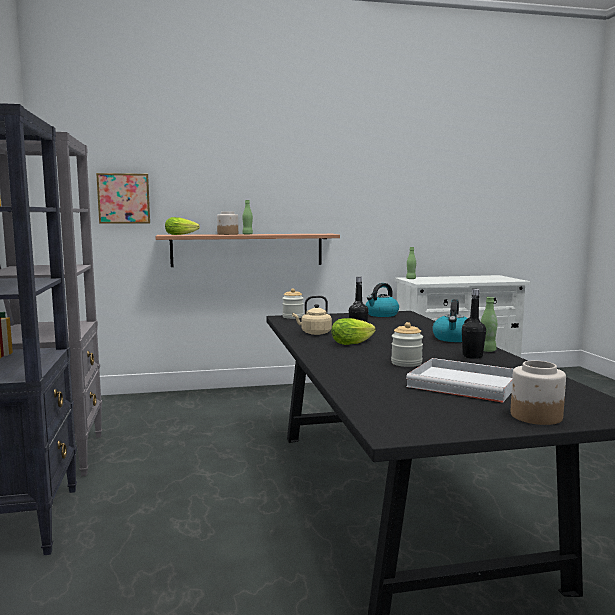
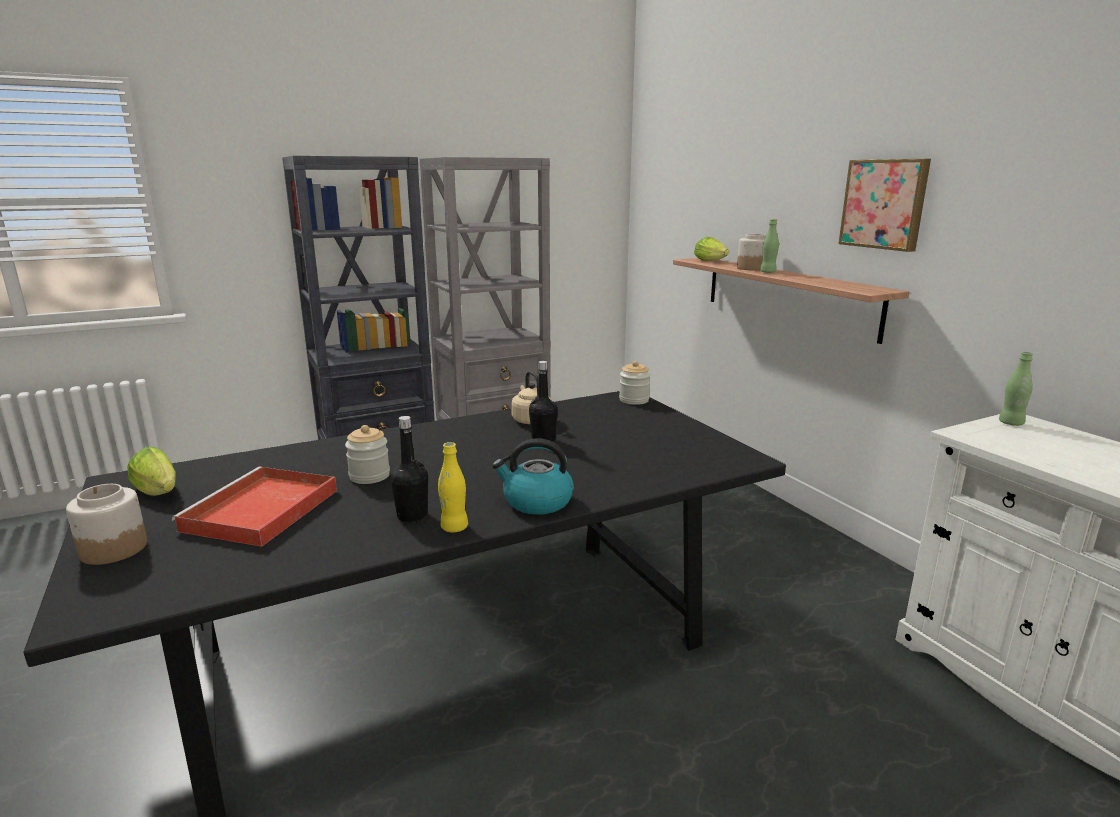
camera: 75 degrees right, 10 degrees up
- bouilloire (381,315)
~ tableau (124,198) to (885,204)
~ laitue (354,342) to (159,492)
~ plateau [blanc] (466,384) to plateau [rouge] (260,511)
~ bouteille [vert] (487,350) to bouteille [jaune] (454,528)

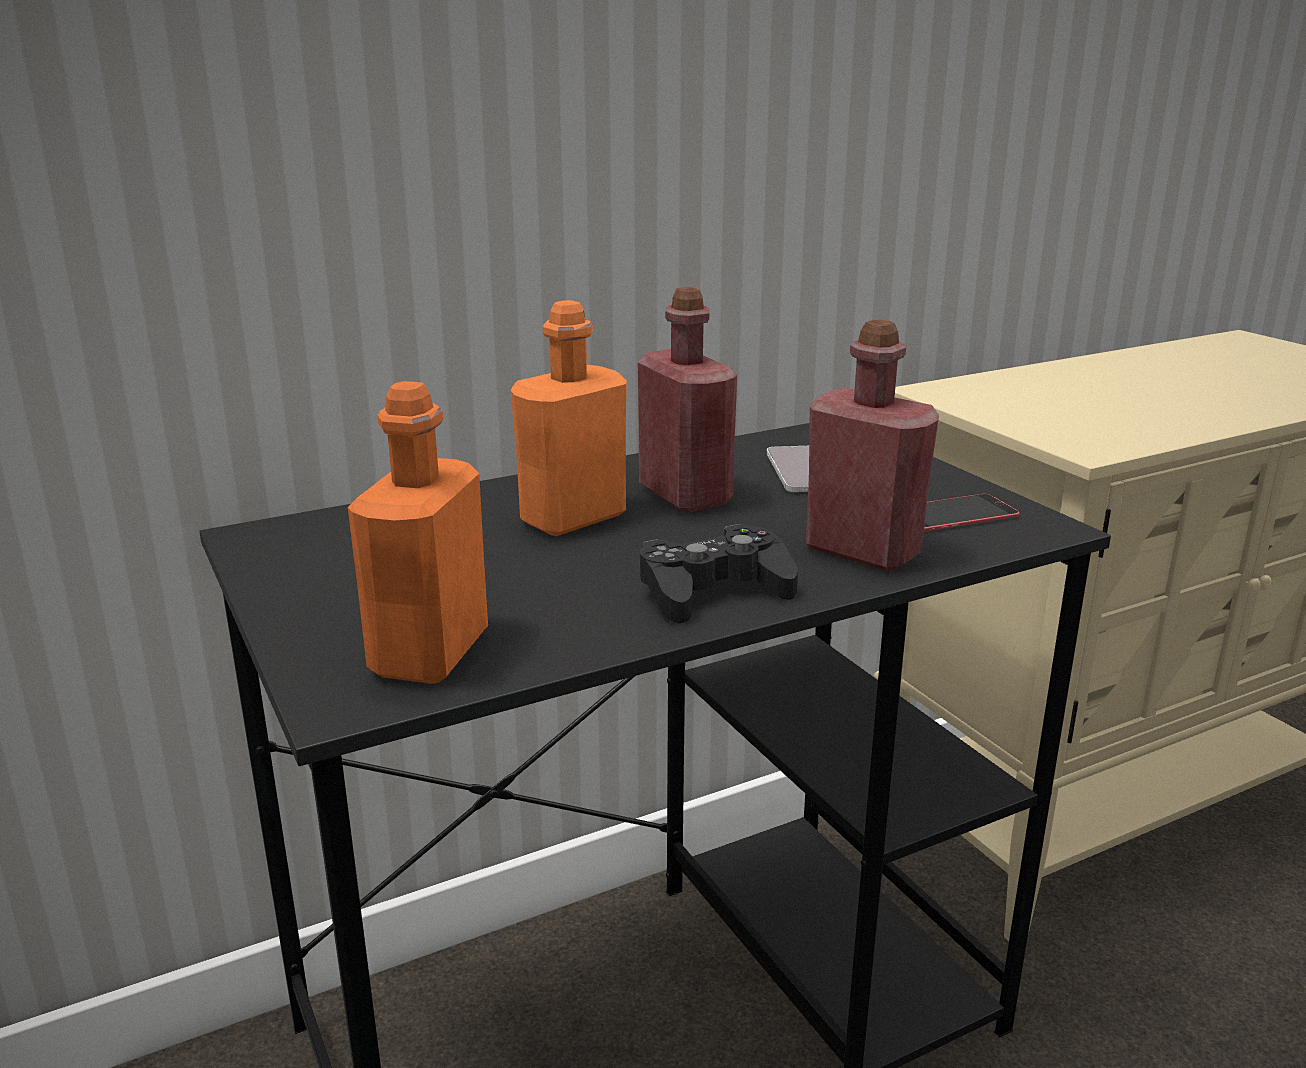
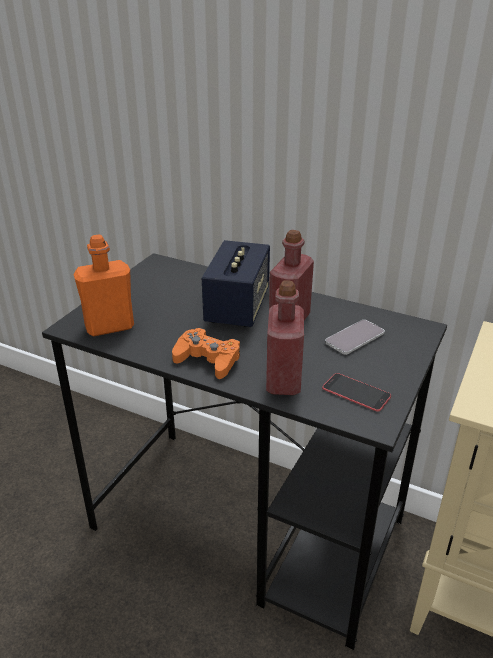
camera: 55 degrees right, 10 degrees up
~ bouteille [orange] (573,518) to enceinte (237,307)
~ manette [noir] (713,590) to manette [orange] (208,359)

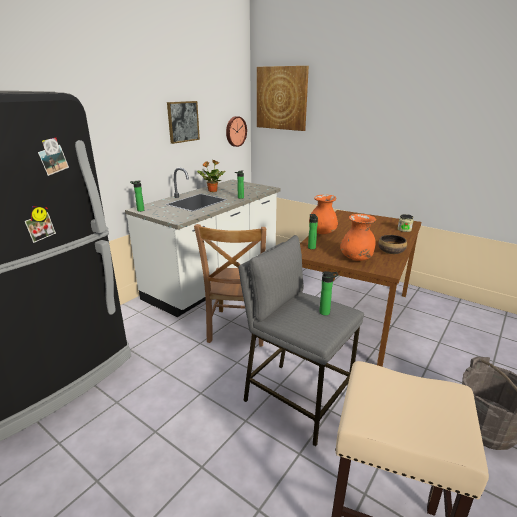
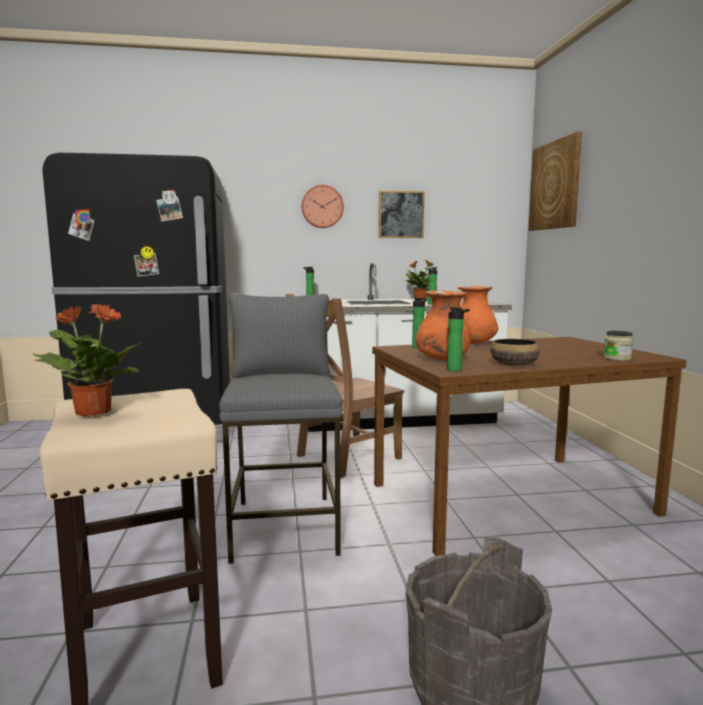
camera: 45 degrees right, 15 degrees down
+ plante en pot (92,412)
~ horloge murale (235,131) to (322,206)
~ bouteille (326,312) to (456,370)

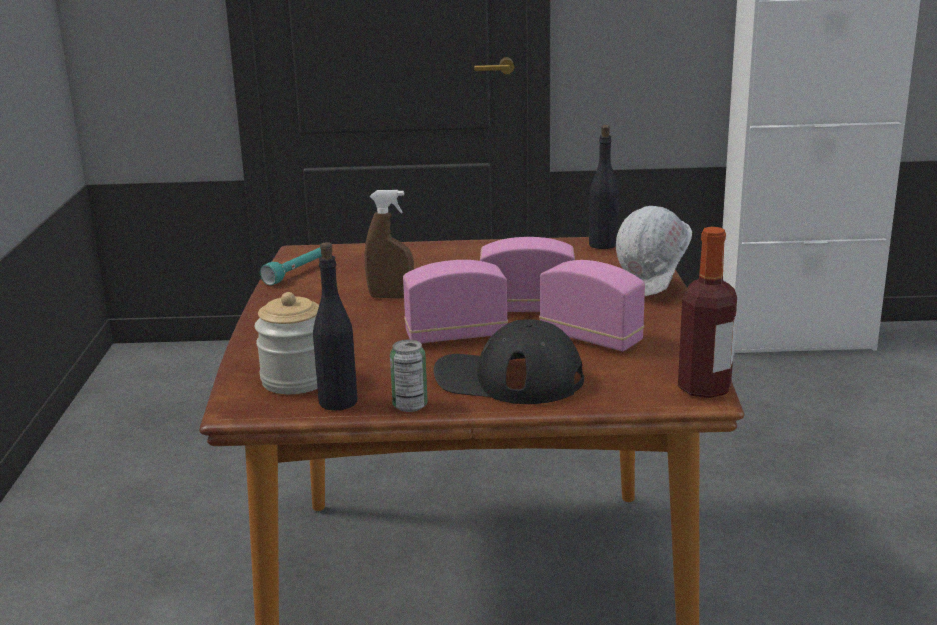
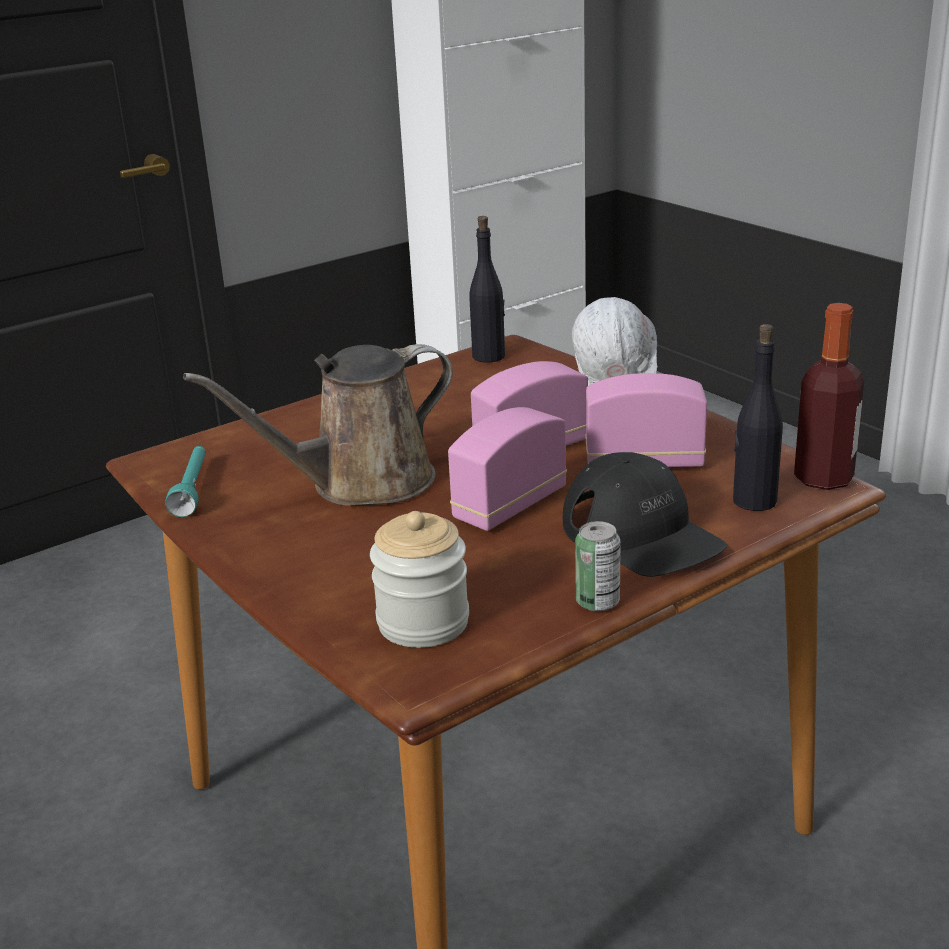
camera: 35 degrees left, 5 degrees up
~ bouteille [noir] (337,402) to (753,501)
~ vaporisateur [marron] (391,297) to arrosoir [marron] (361,483)
~ casquette [noir] (508,379) = (642,534) 105 degrees counterclockwise

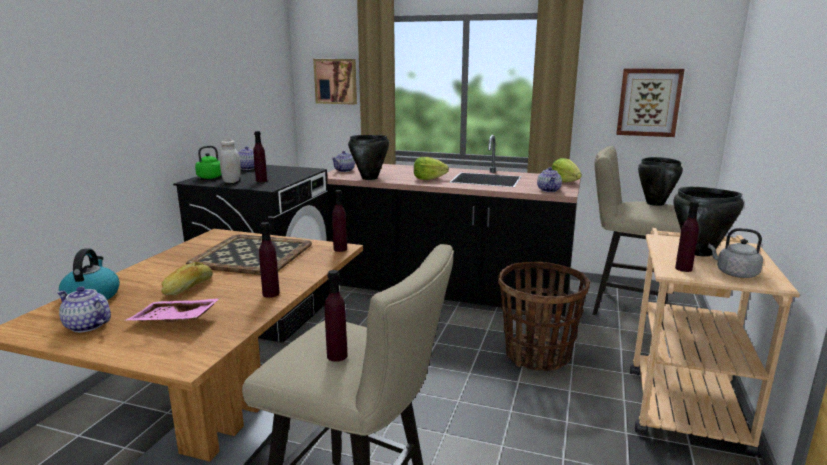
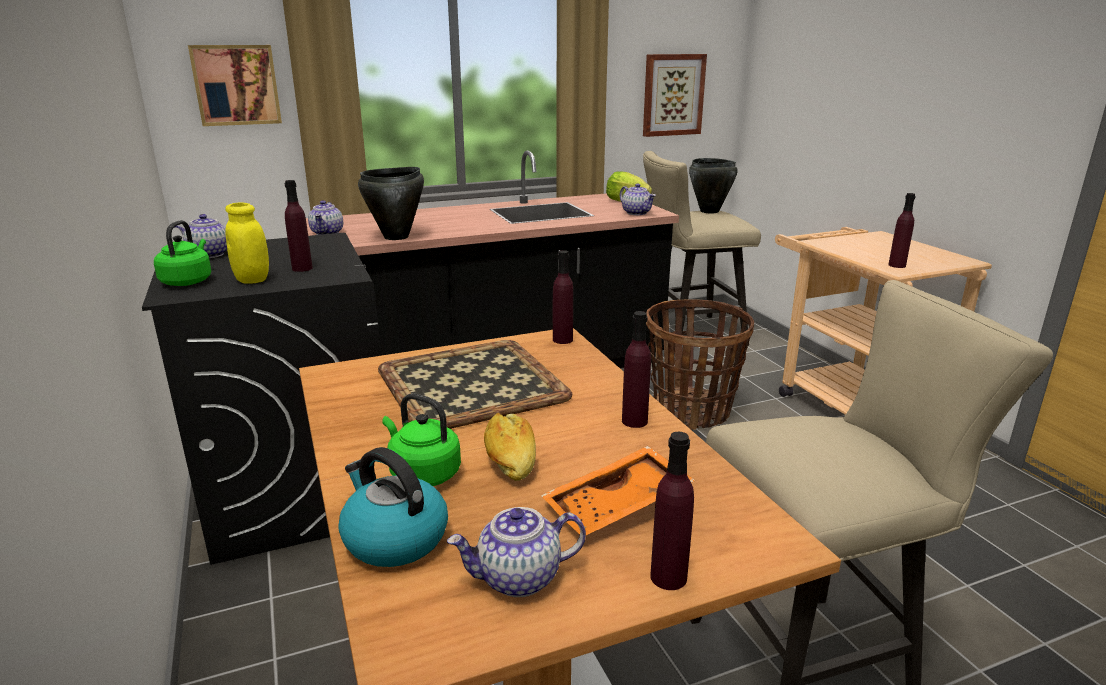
camera: 40 degrees left, 5 degrees up
- laitue (428,179)
- marmite [noir] (699,252)
- bouilloire [gris] (734,273)
+ bouilloire [vert] (422,474)
~ bouteille [violet] (337,356) to (668,577)
~ plateau [rose] (174,321) to plateau [orange] (618,506)
~ bocal [blanc] (232,181) to bocal [jaune] (252,280)

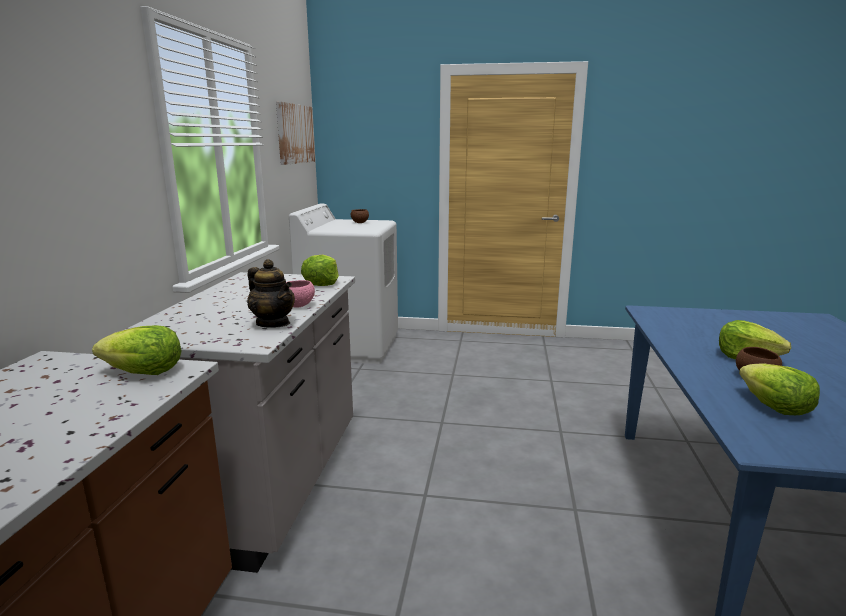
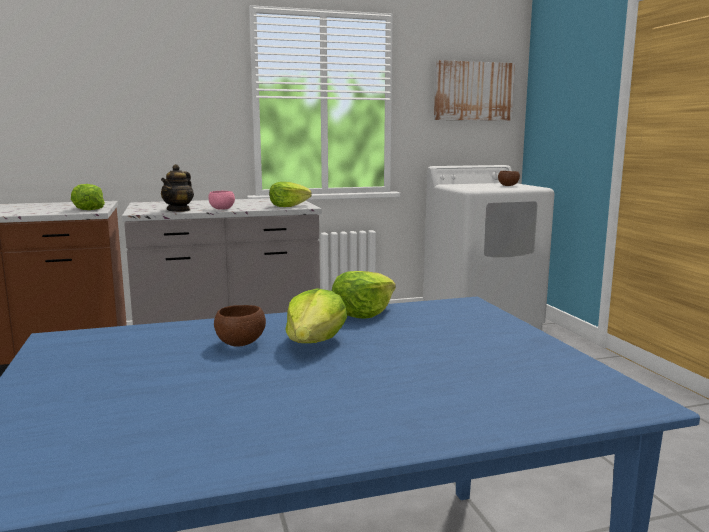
camera: 65 degrees right, 5 degrees down
~ laitue (774,406) to (363,313)

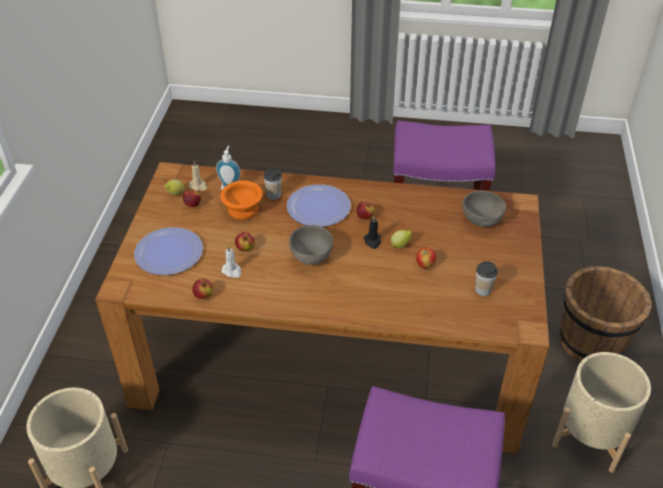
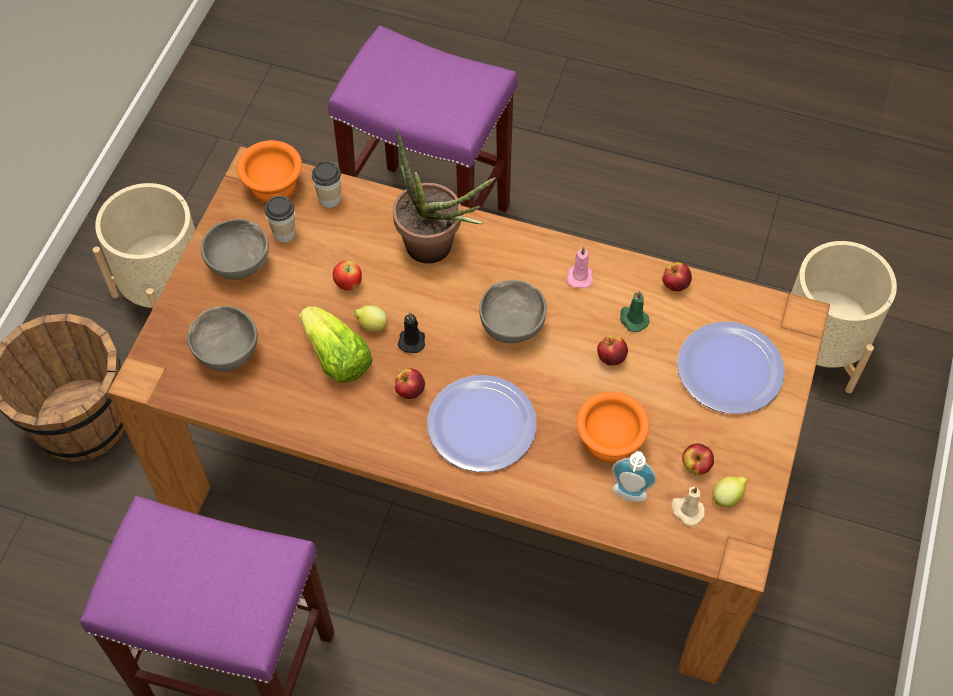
camera: 170 degrees left, 15 degrees up
+ bol [gris] (240,265)
+ bol [orange] (273,183)
+ laitue (336,358)
+ plante en pot (437,251)
+ bougie [rose] (579,276)
~ tasse (273,195) to (329,199)
~ bougie [blanc] (232,271) to bougie [vert] (633,319)

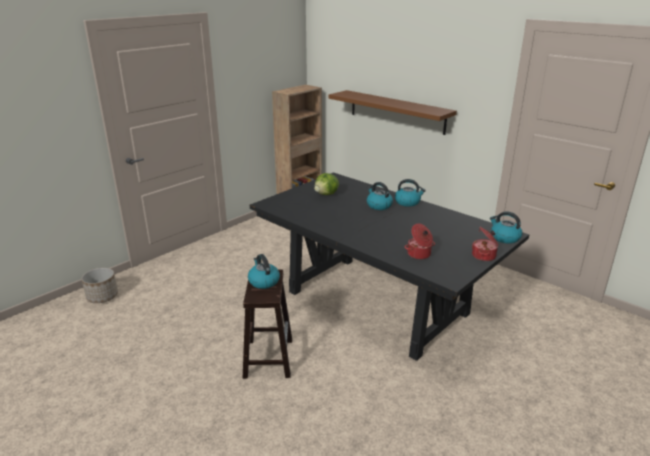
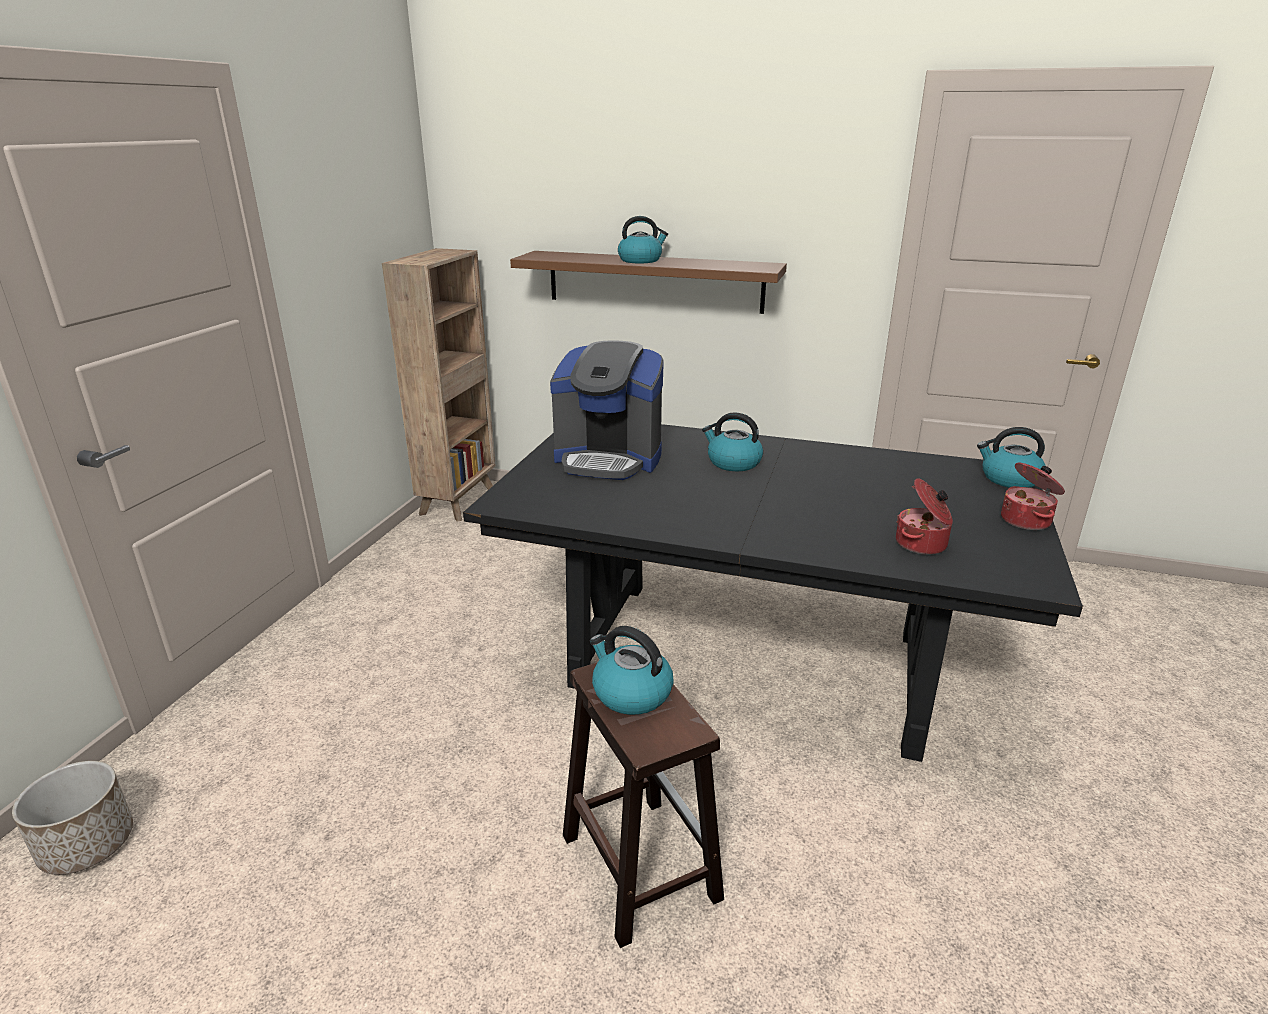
camera: 25 degrees left, 0 degrees up
~ bouilloire (408,202) to (640,260)
~ laitue (326,194) to machine à café (609,459)

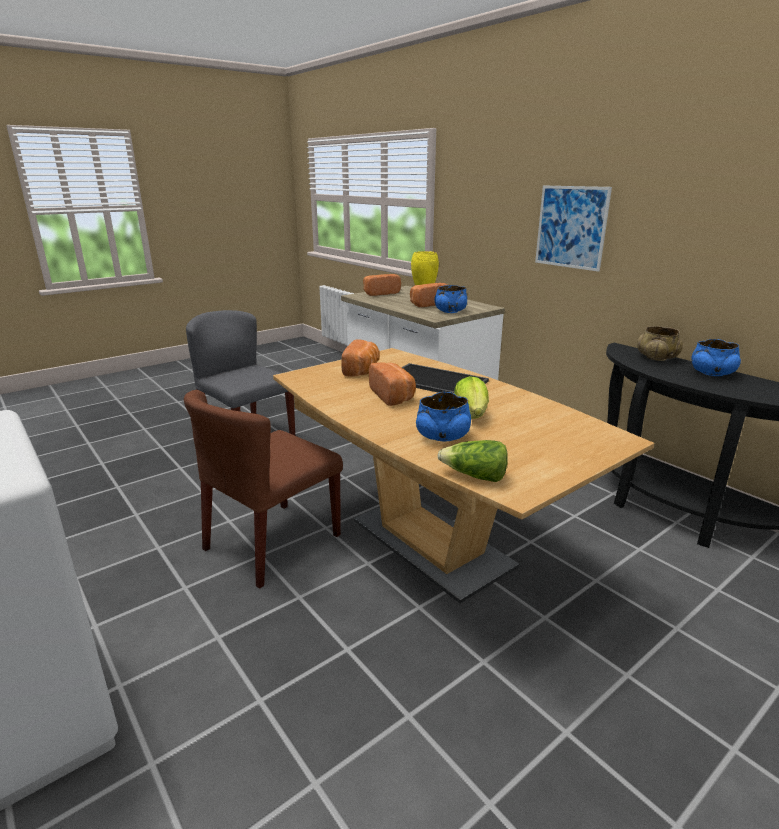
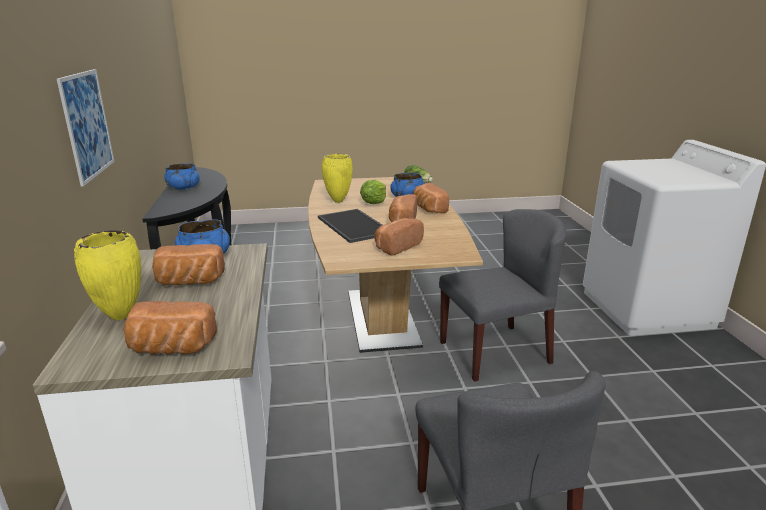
camera: 150 degrees left, 0 degrees up
- bol [beige] (657,357)
+ vase [jaune] (338,201)
+ pain (428,209)
~ chaise [marron] (272,542) to chaise [gris] (495,352)

